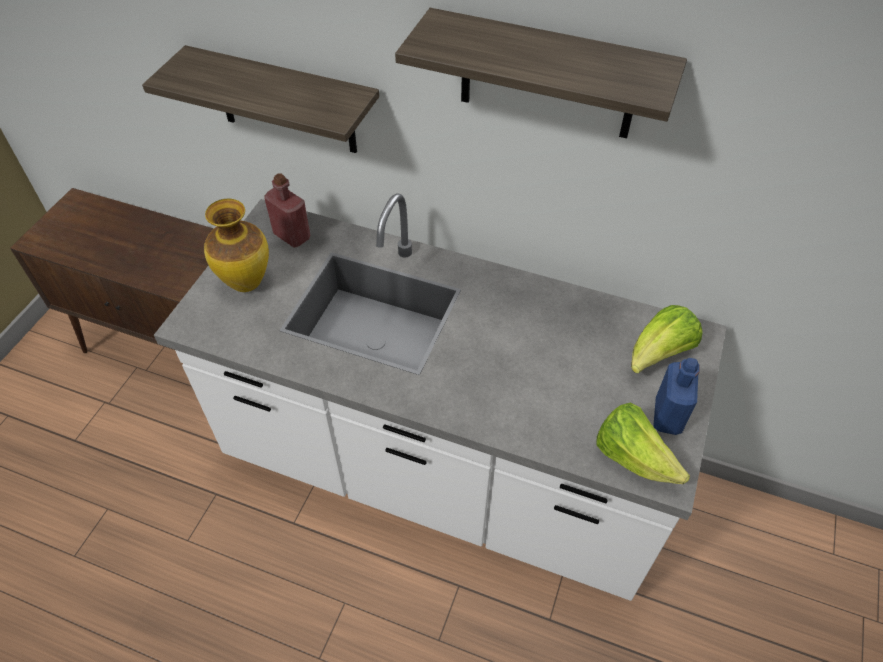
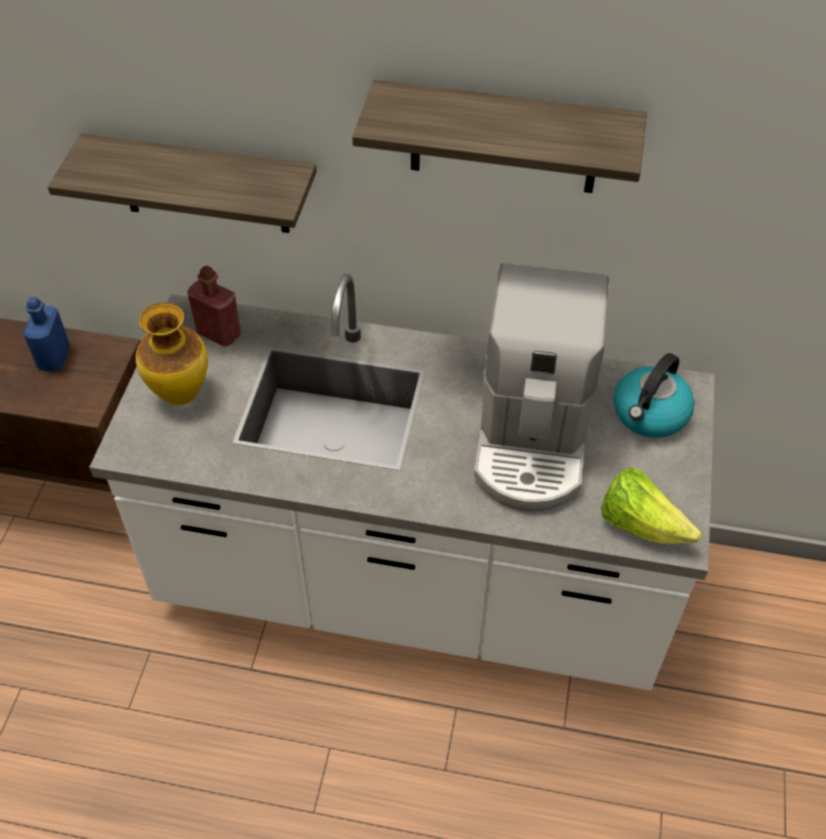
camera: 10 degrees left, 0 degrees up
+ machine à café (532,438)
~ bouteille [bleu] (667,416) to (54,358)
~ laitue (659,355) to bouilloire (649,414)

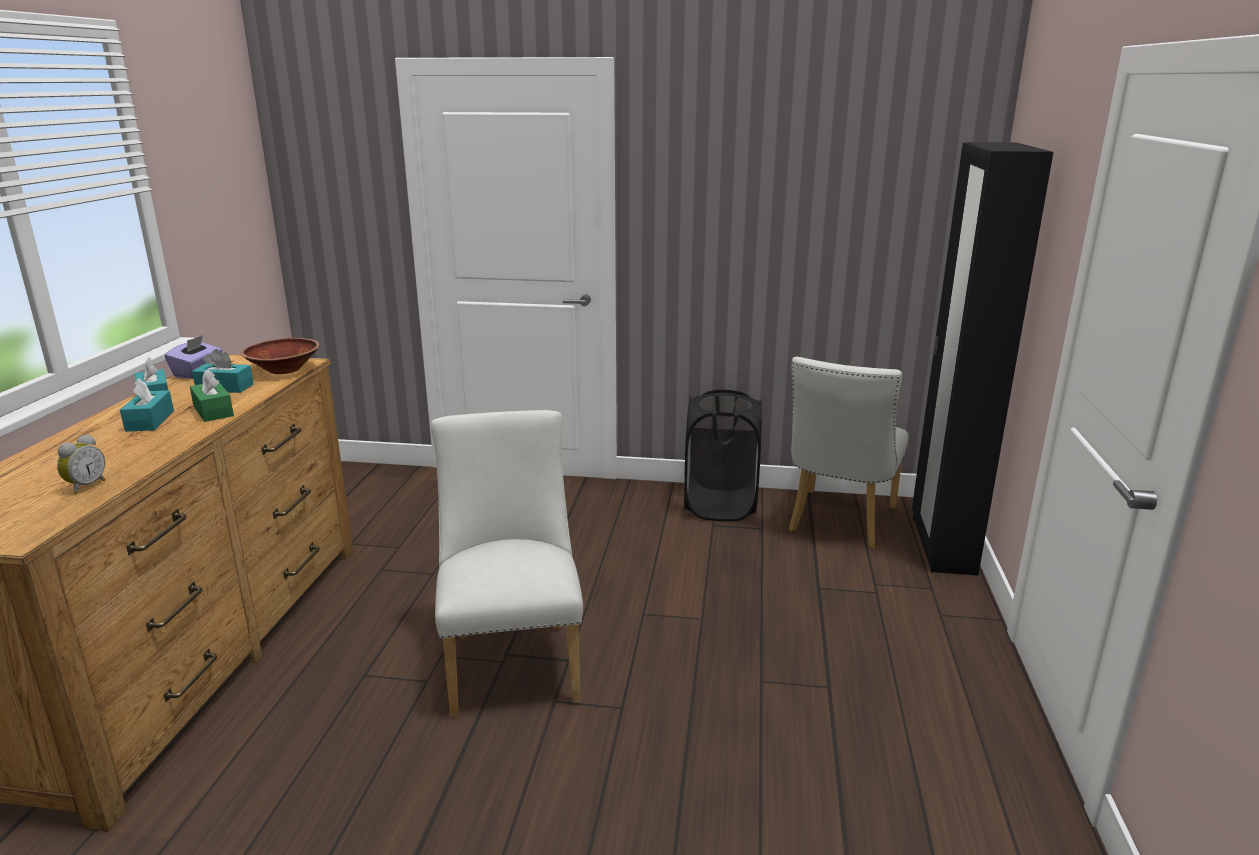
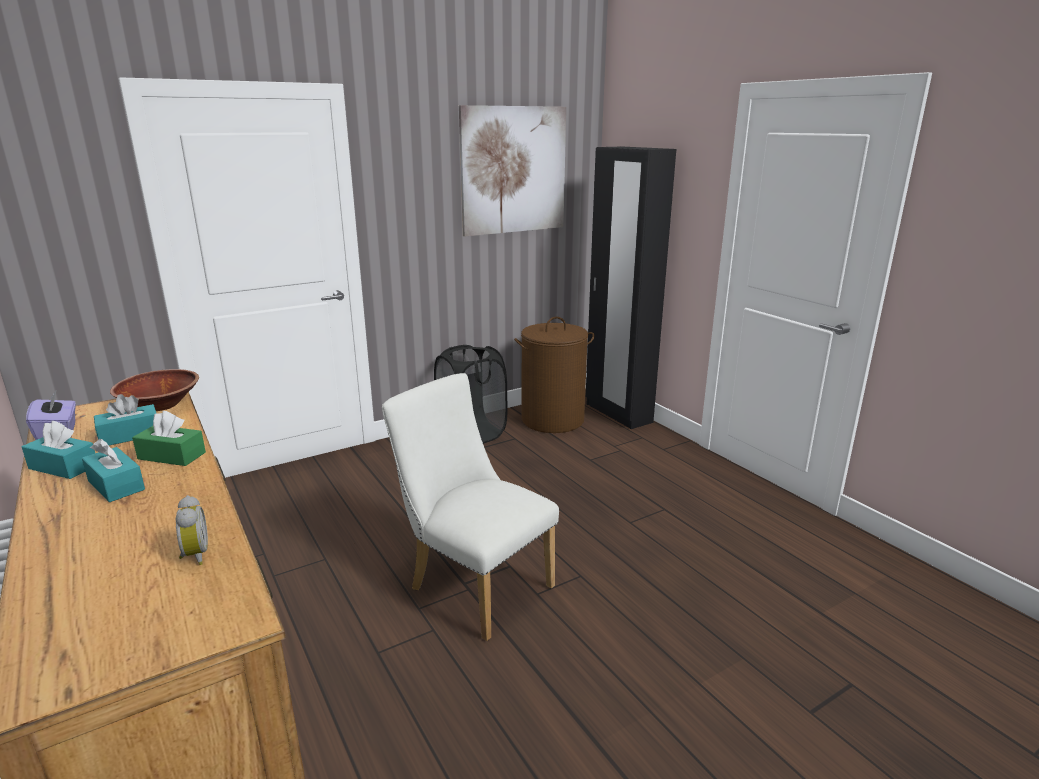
camera: 40 degrees left, 0 degrees up
+ tableau (513,170)
~ chaise [blanc] (838,523) to panier à linge [marron] (552,420)

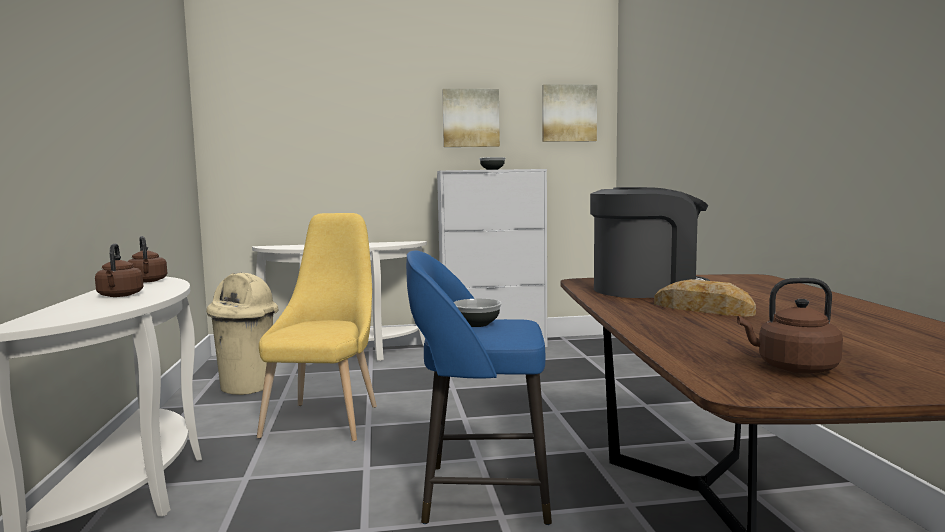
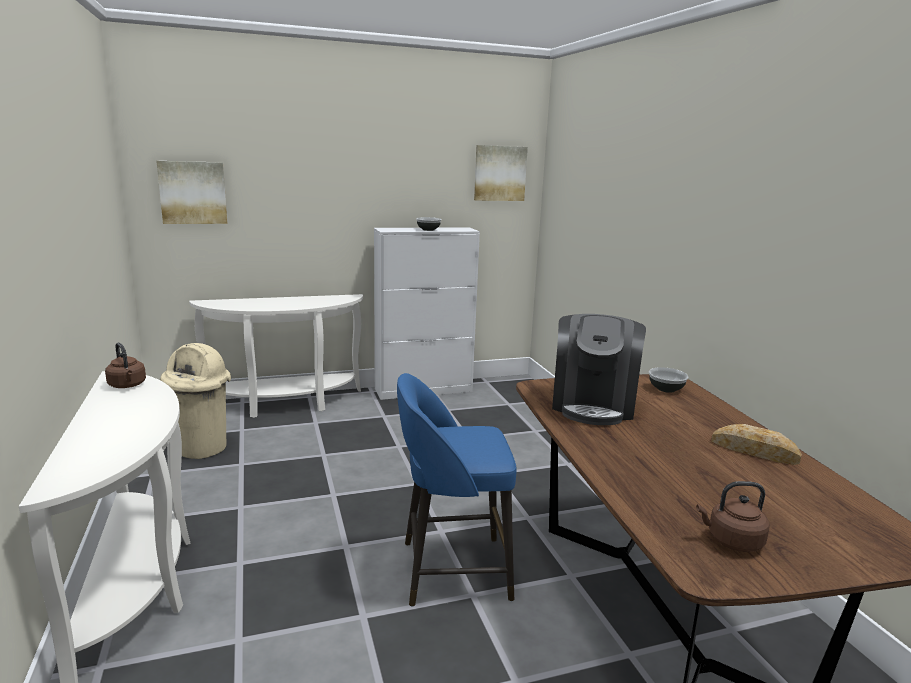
camera: 10 degrees left, 10 degrees up
- bouilloire [marron] (120,295)
- chaise [jaune] (326,418)
~ tableau (470,118) to (193,192)
~ bol (477,324) to (666,389)
~ pain (702,309) to (754,450)
~ machine à café (646,289) = (593,405) 120 degrees clockwise

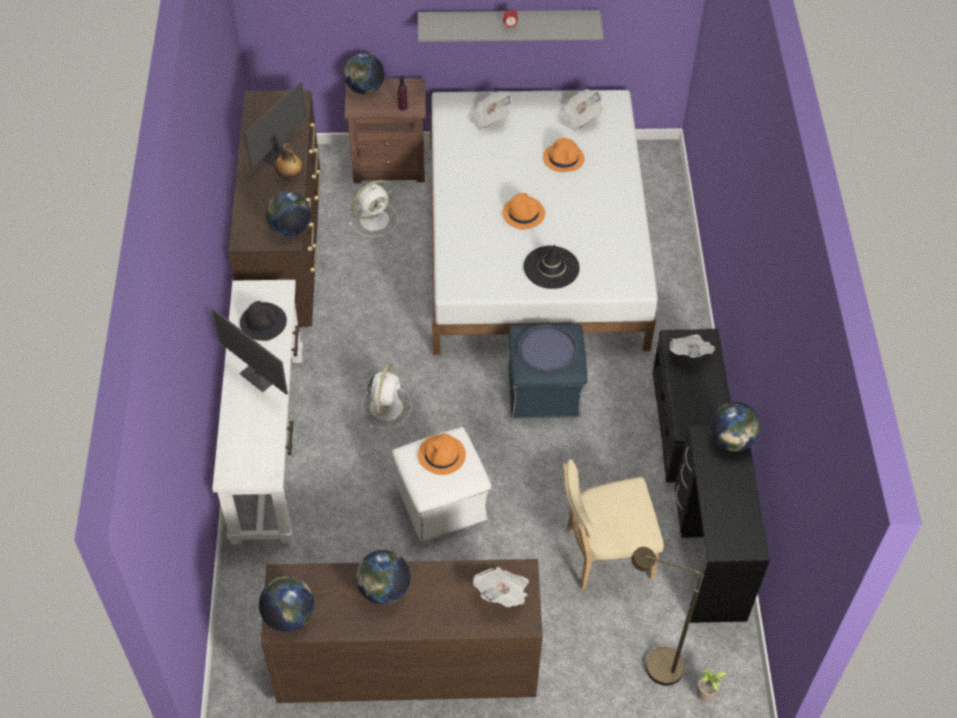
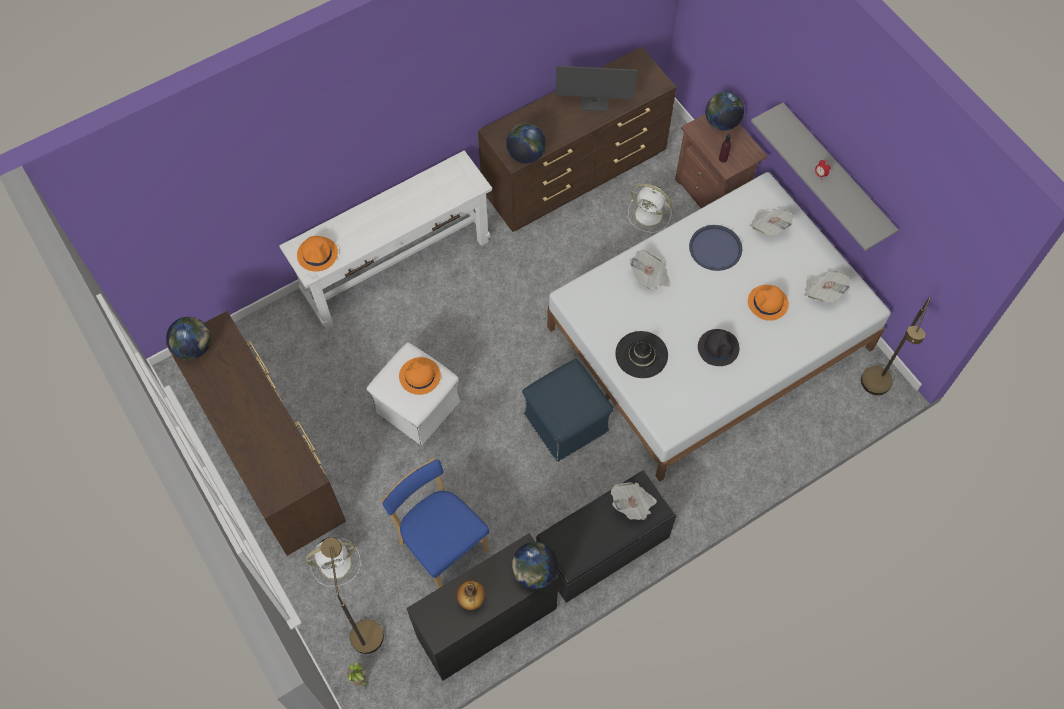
camera: 60 degrees right, 10 degrees up
- écran d'ordinateur (260,375)
- globe (384,589)
+ lampadaire [marron] (874,389)
~ chapeau [noir] (263,322) to (718,347)
~ bouteille (290,177) to (471,599)
~ ventilateur [blanc] (386,406) to (337,563)
~ journal (503,593) to (650,276)
~ chapeau [orange] (523,213) to (317,254)
~ plateau [bleu] (547,349) to (715,248)
~ chaise [beige] (604,554) to chaise [bleu] (441,543)

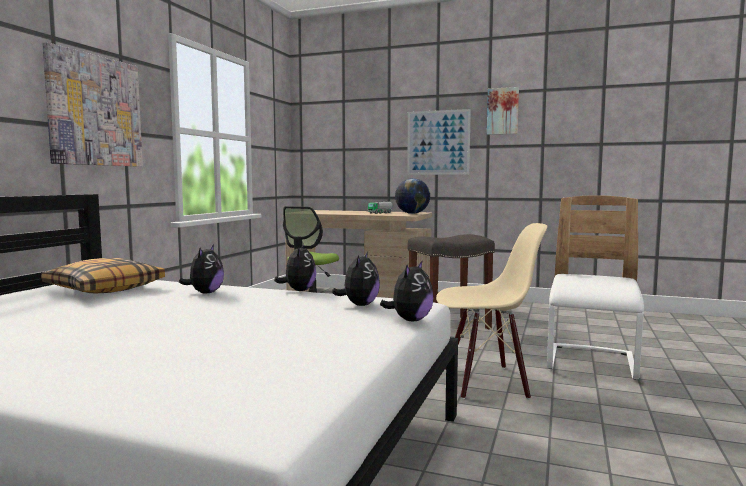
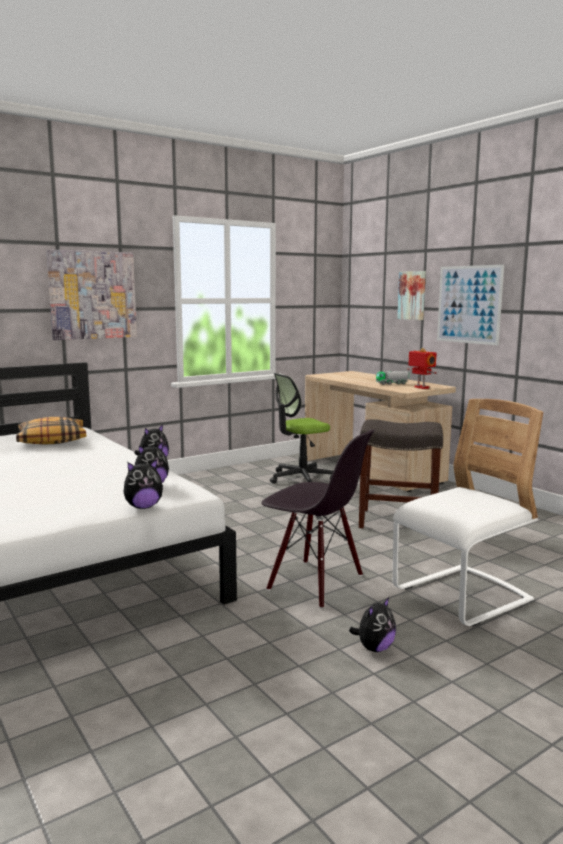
camera: 35 degrees right, 5 degrees up
~ peluche (205,293) to (374,648)
~ tableau (502,111) to (412,295)
~ globe (412,213) to robot jouet (421,388)
~ chaise [beige] (485,382) to chaise [noir] (315,583)

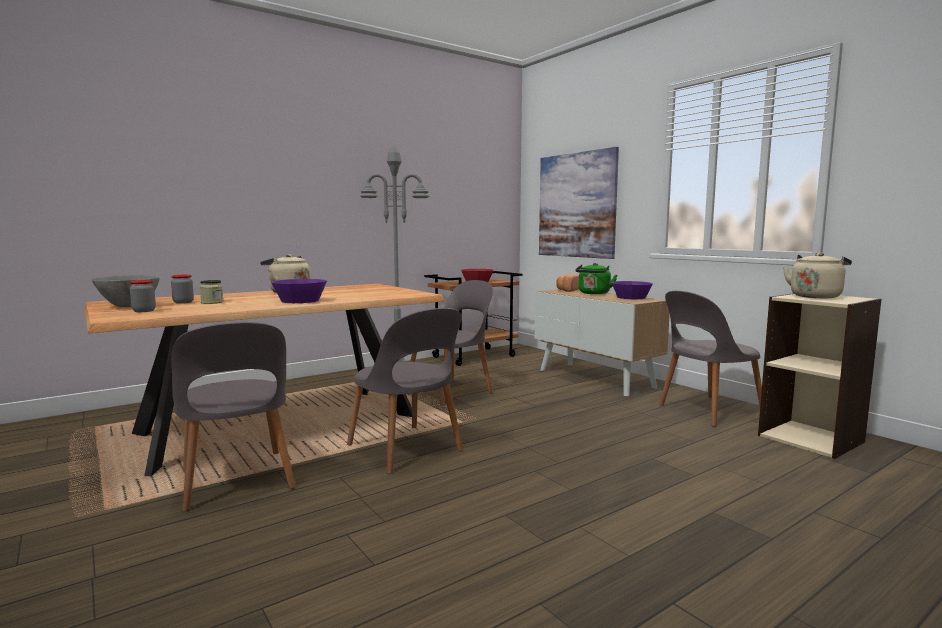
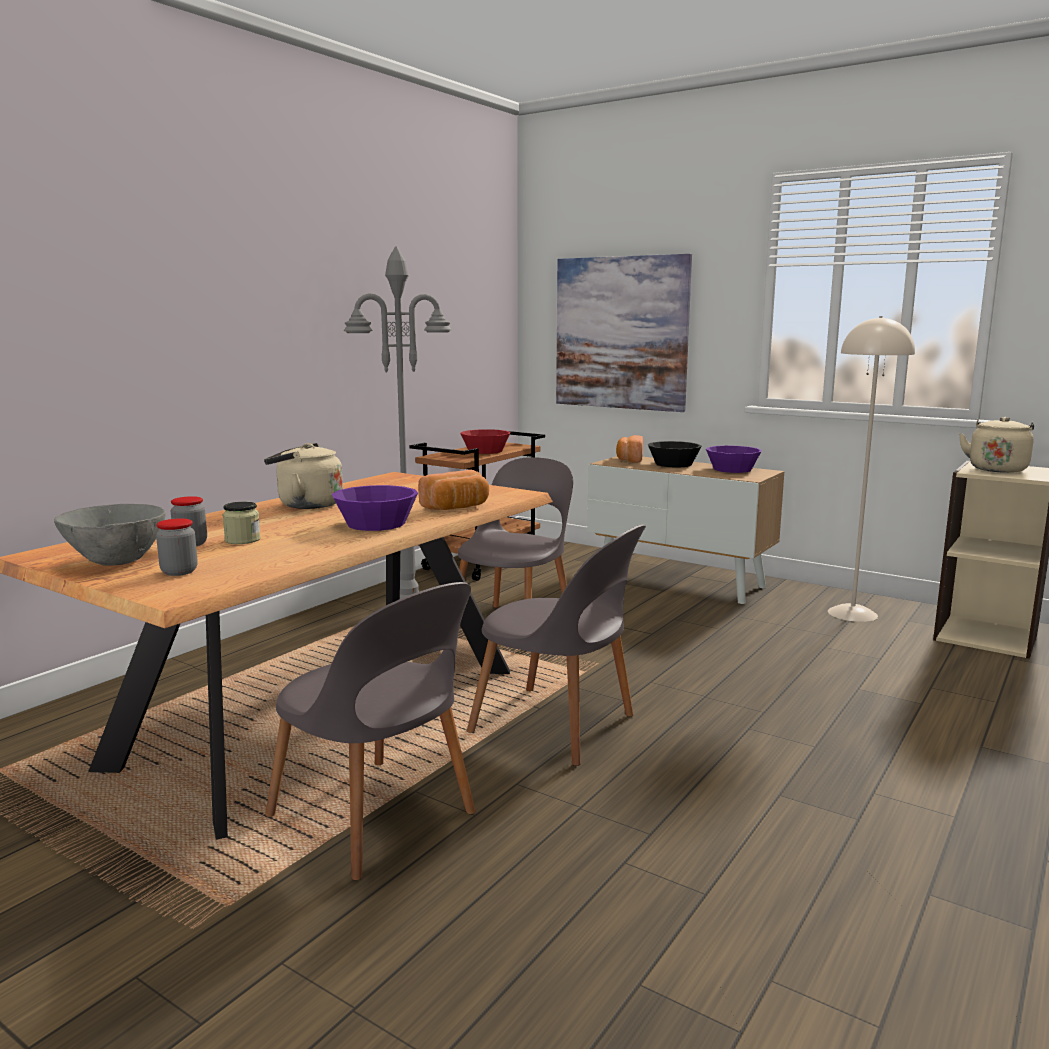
camera: 20 degrees left, 5 degrees up
+ pain (457,508)
~ bouilloire [vert] (594,293) to bol [noir] (673,464)
~ chaise [gris] (707,411) to lampadaire [beige] (851,613)

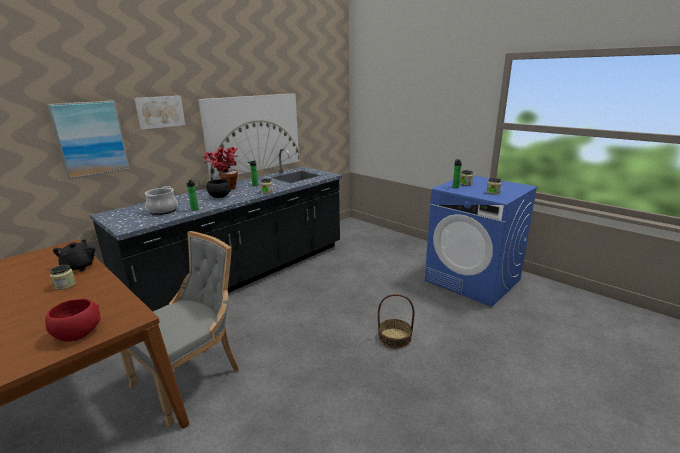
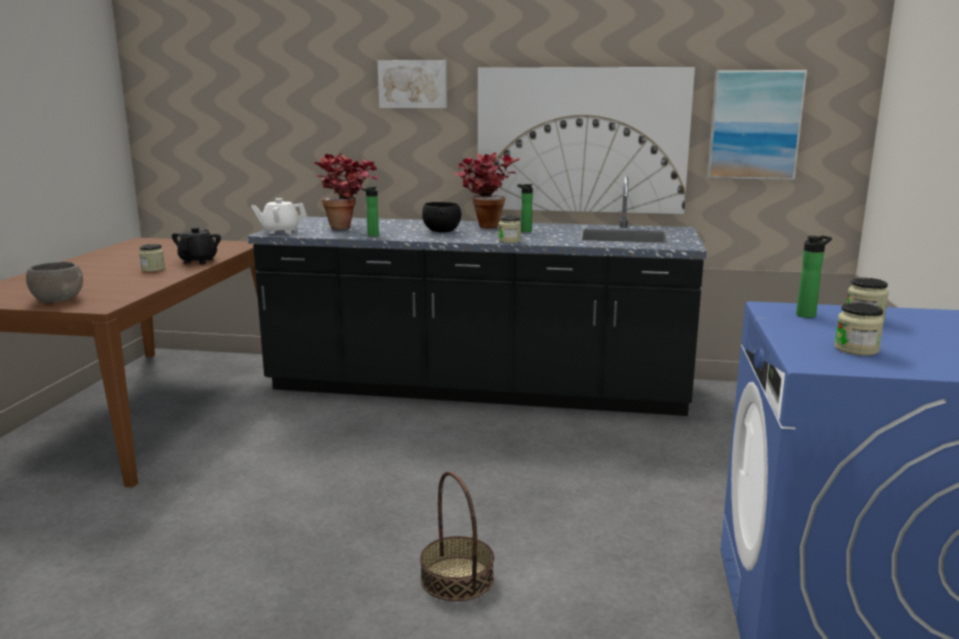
camera: 55 degrees right, 5 degrees down
- chaise [gris] (192,377)
+ théière [blanc] (280,231)
~ tableau (90,138) to (754,125)
~ marmite (162,210) to plante en pot (348,228)
~ bol [rouge] (78,333) to bol [gris] (58,299)
~ théière [noir] (79,267) = (198,261) 45 degrees counterclockwise

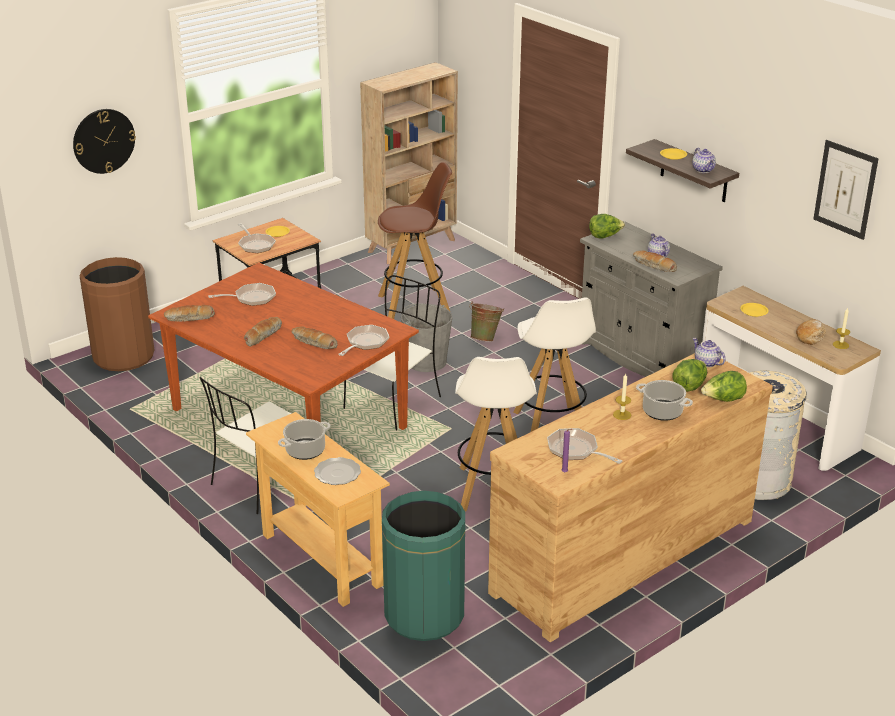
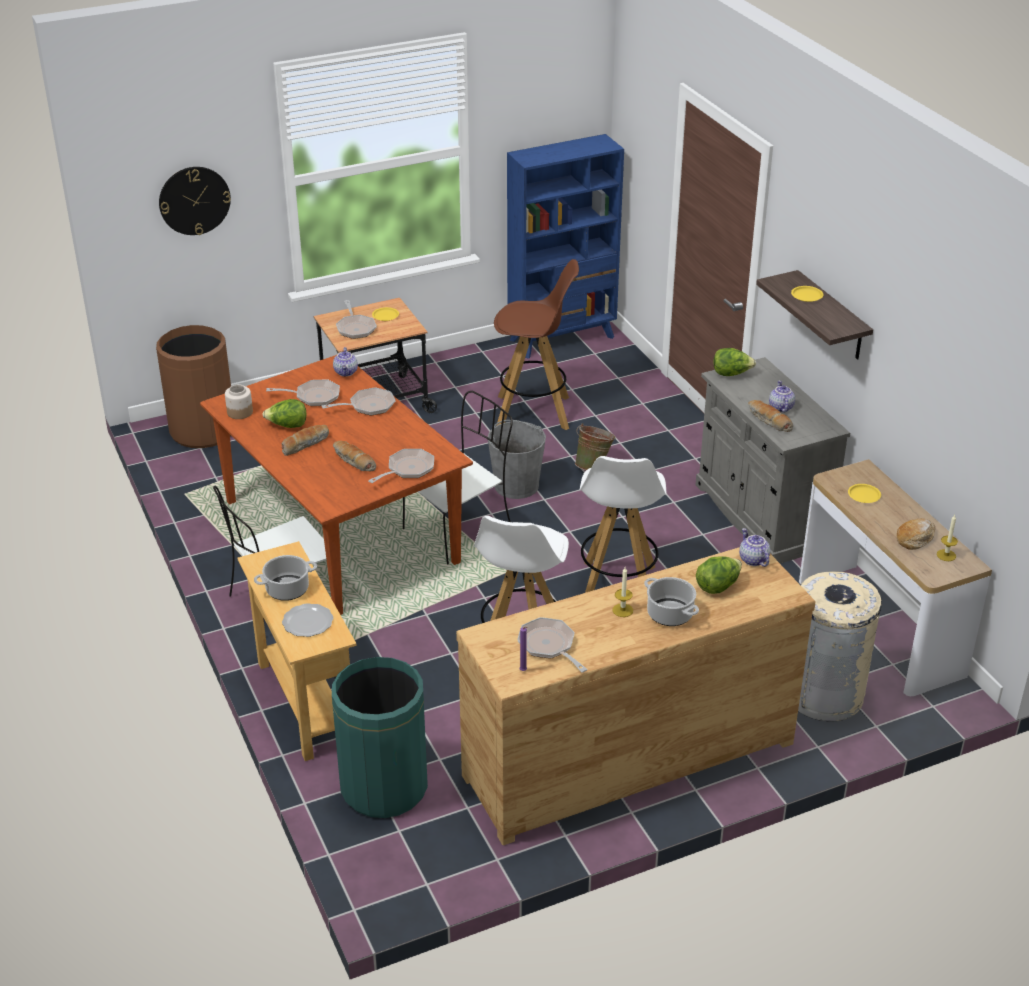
camera: 15 degrees right, 5 degrees up
- tableau (845,189)
+ poêle (368,406)
~ théière (703,170) to (346,372)
~ laitue (723,400) to (287,426)
~ pain (189,319) to bocal (239,412)
~ bibliothèque [beige] (412,246) to bibliothèque [bleu] (562,338)

